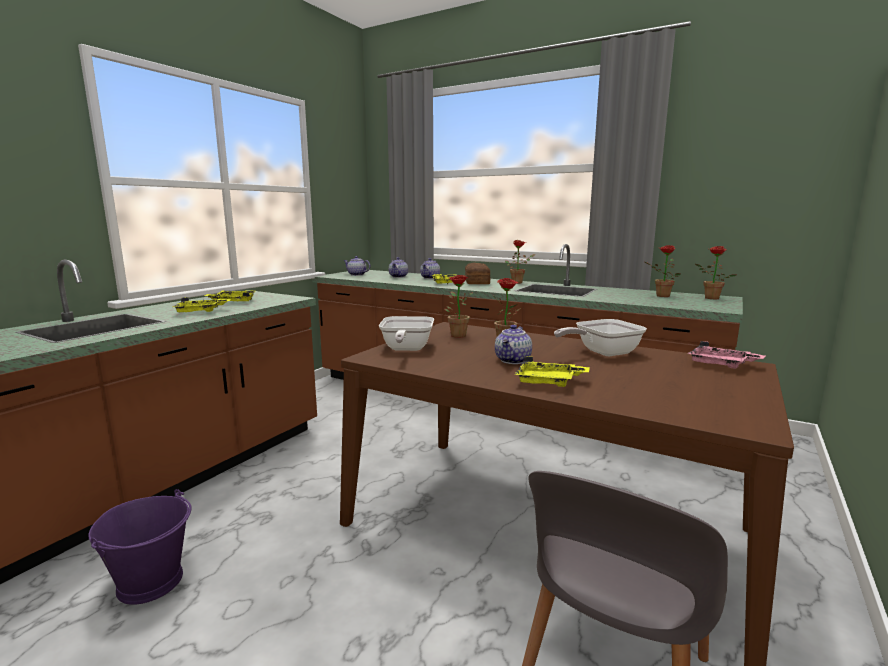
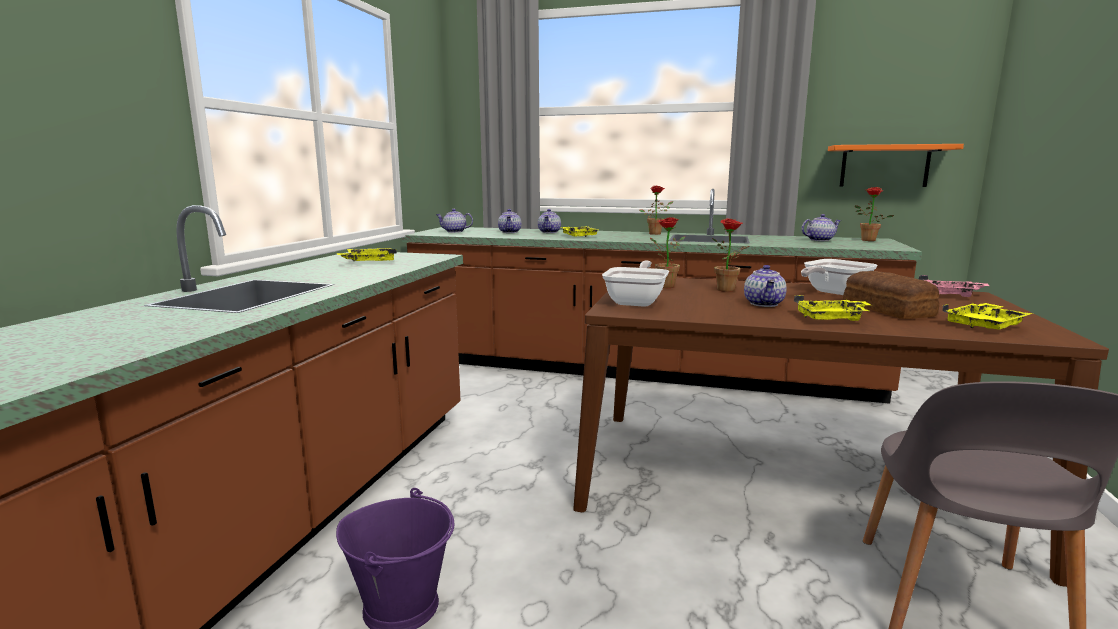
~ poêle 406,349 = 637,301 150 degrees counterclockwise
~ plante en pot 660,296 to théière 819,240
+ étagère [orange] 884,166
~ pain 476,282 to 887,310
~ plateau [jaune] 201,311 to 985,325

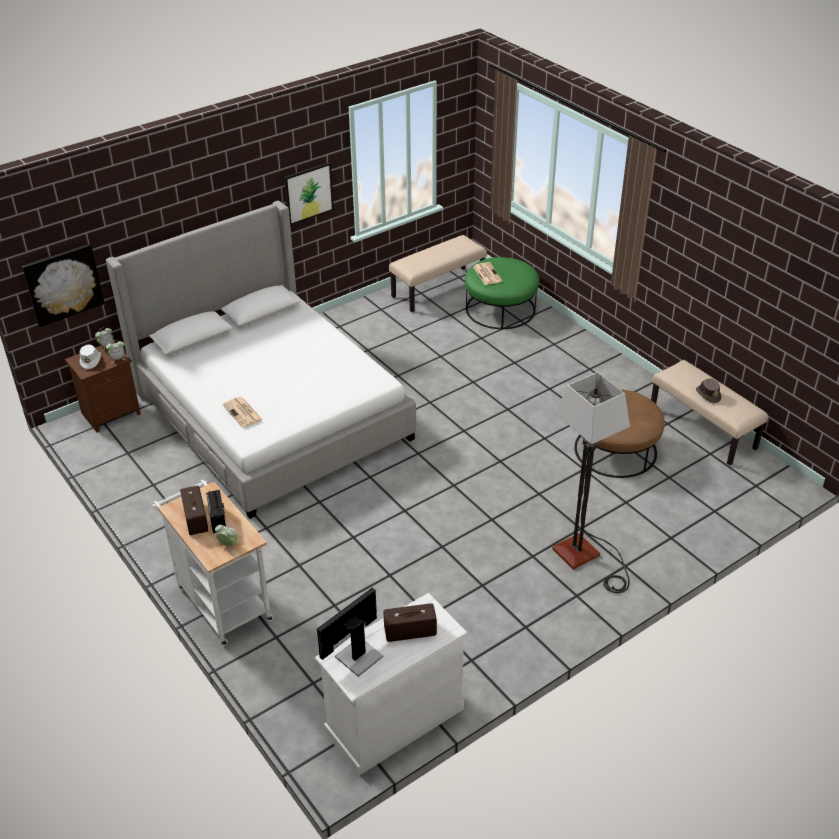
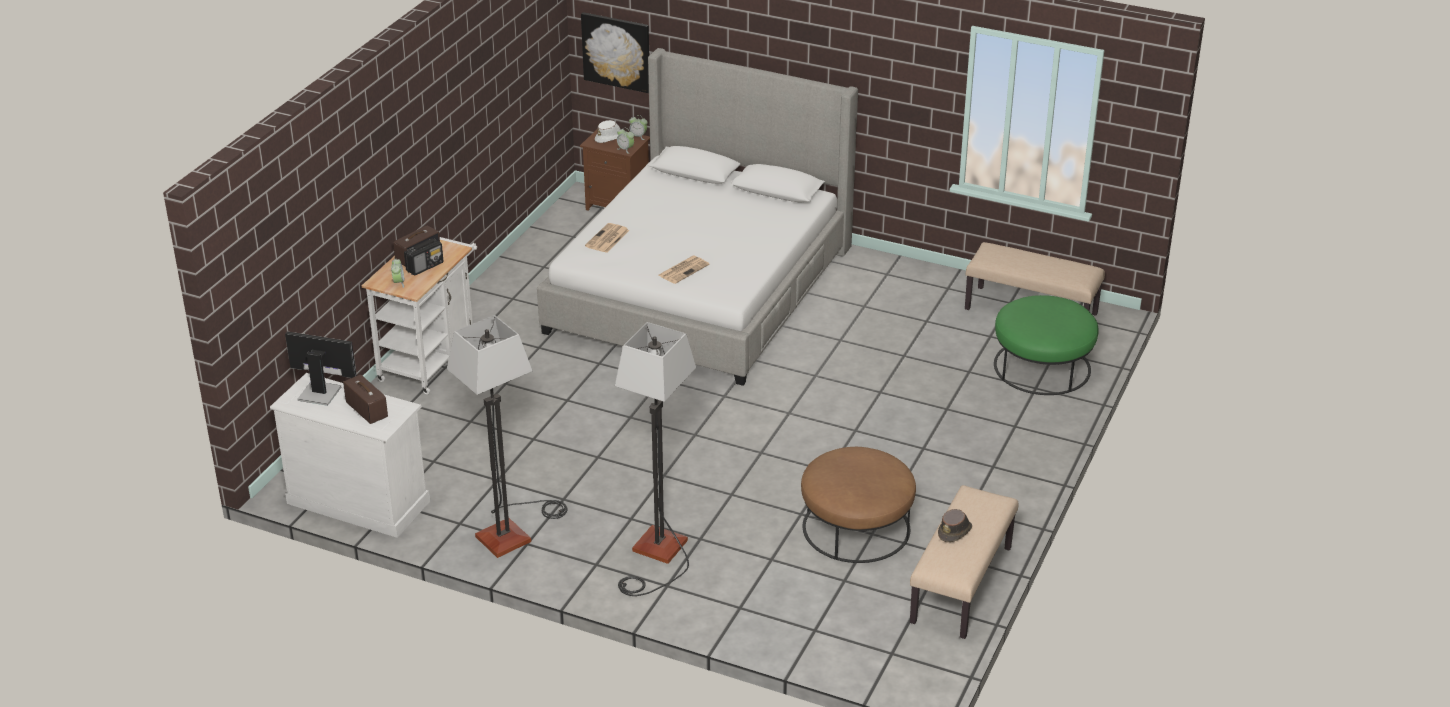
+ lampadaire 513,531
~ journal 487,274 to 683,270
- tableau 308,193

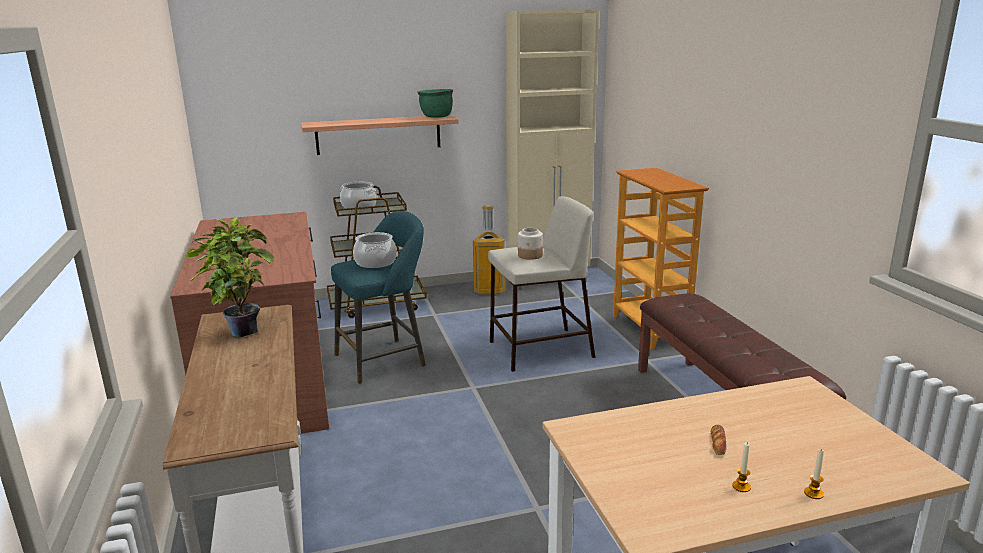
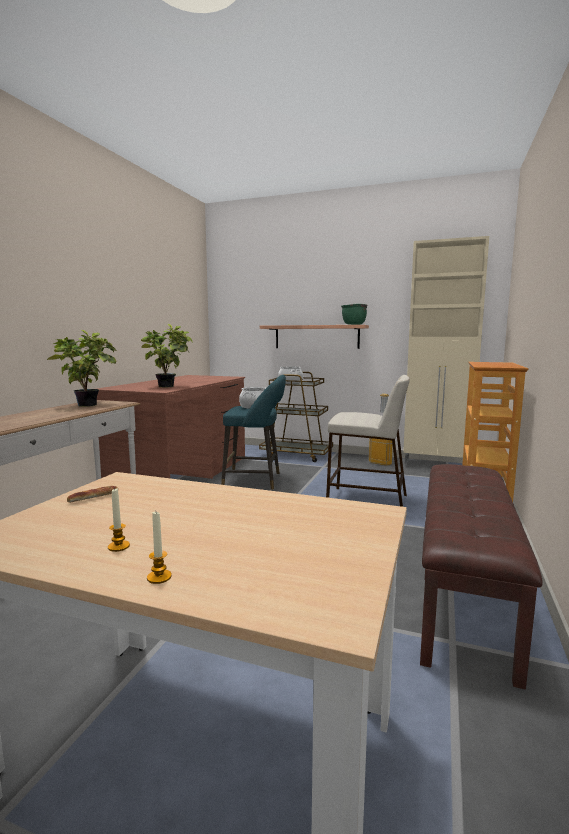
~ pain 718,443 to 93,498
+ plante en pot 169,387
- bocal 530,255

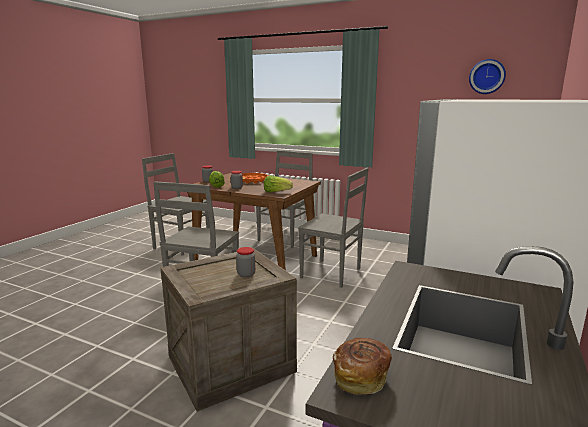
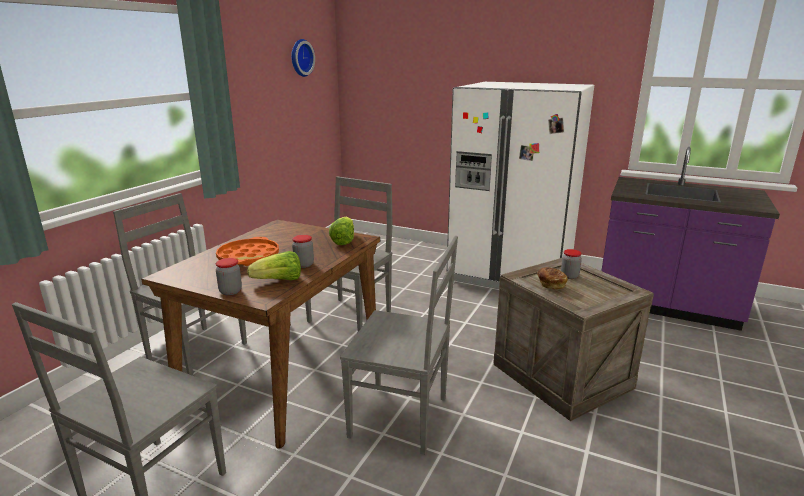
~ pain 361,377 to 550,284

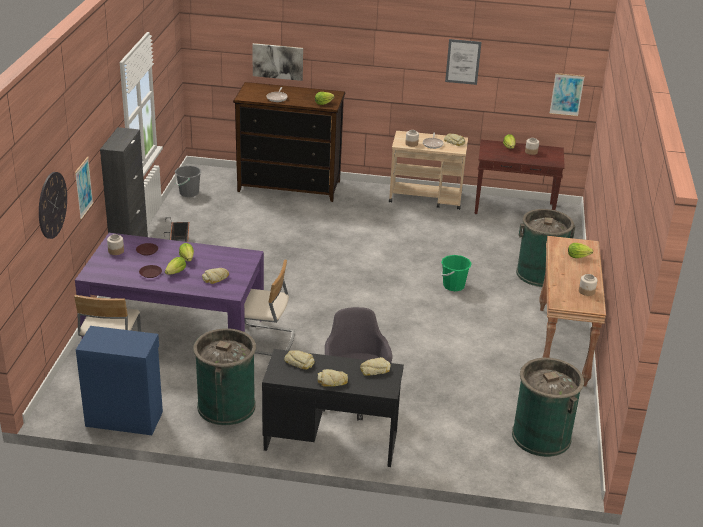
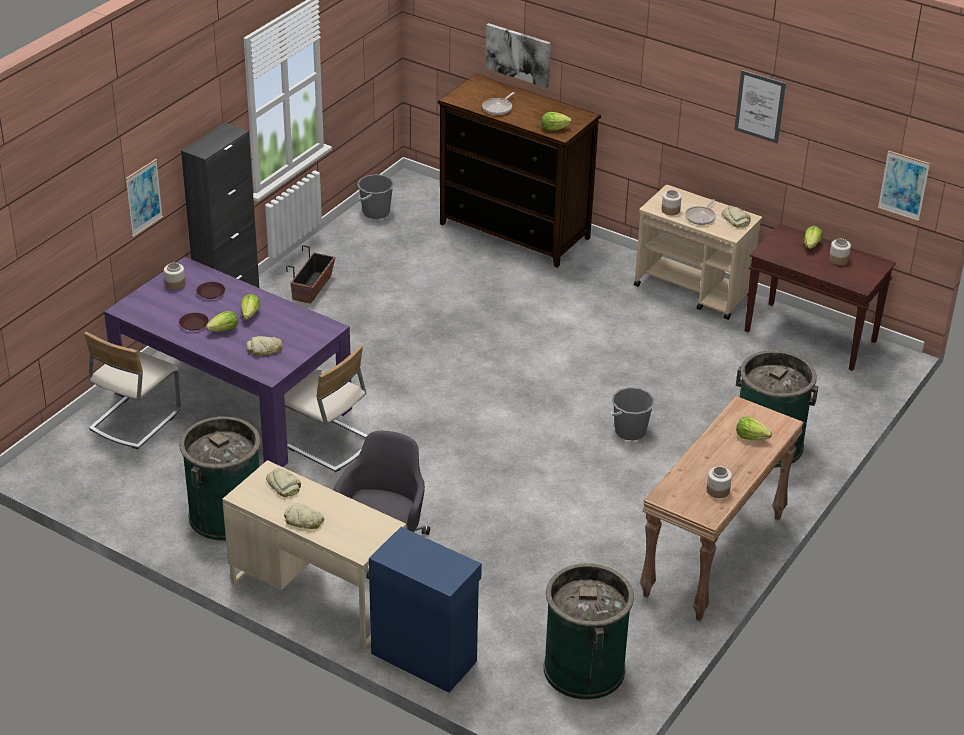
~ bureau [noir] 330,440 to bureau [beige] 317,594
~ meuble de rangement [bleu] 124,418 to 424,656
~ seau [vert] 453,286 to seau [gris] 630,431
- horloge murale 52,205
- pain 374,369

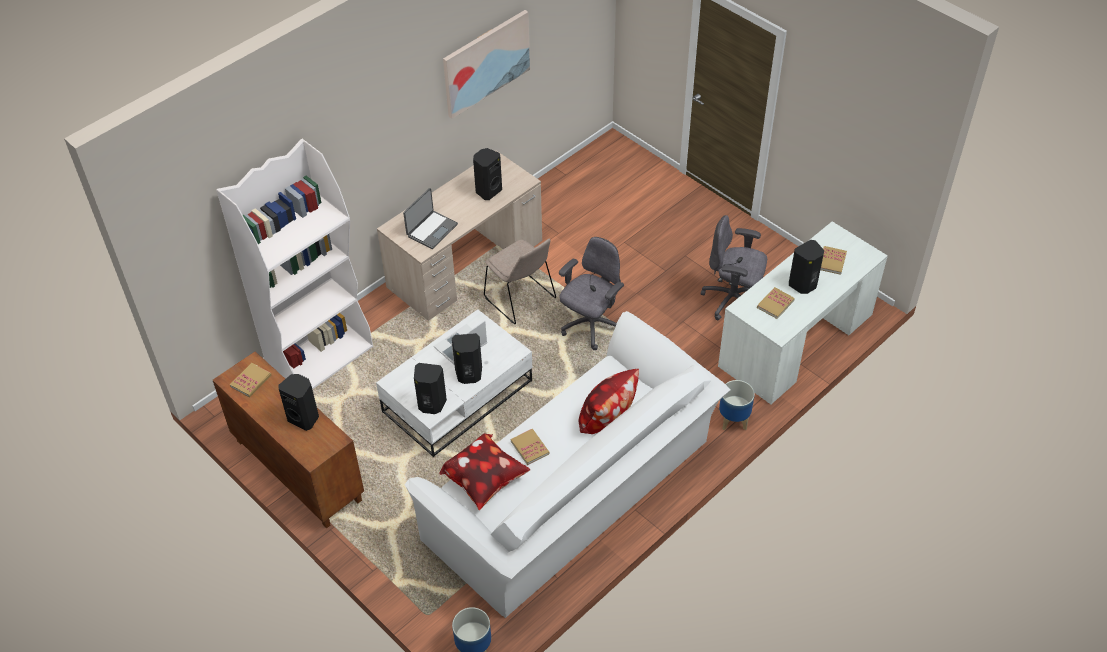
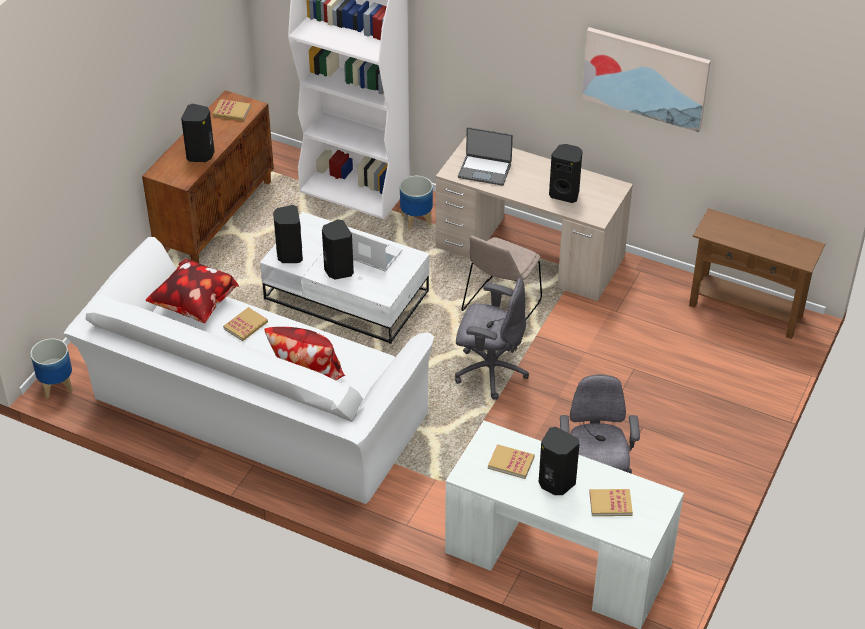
~ cache-pot 733,421 to 416,221
+ table console [marron] 745,310

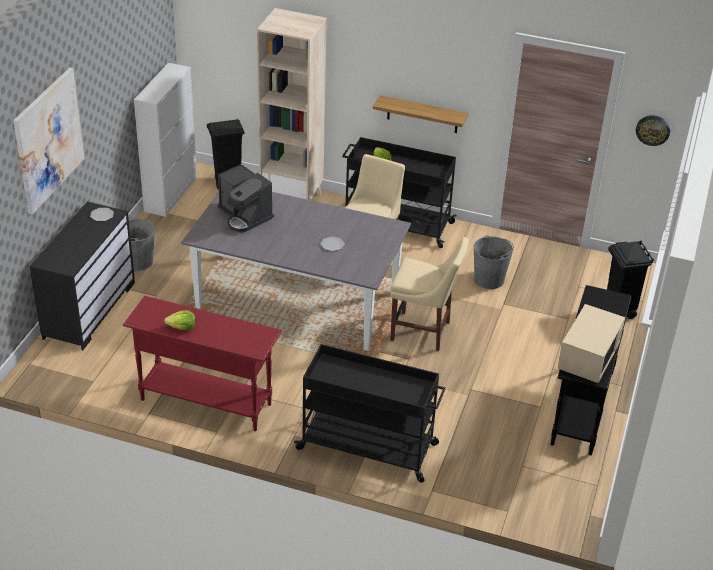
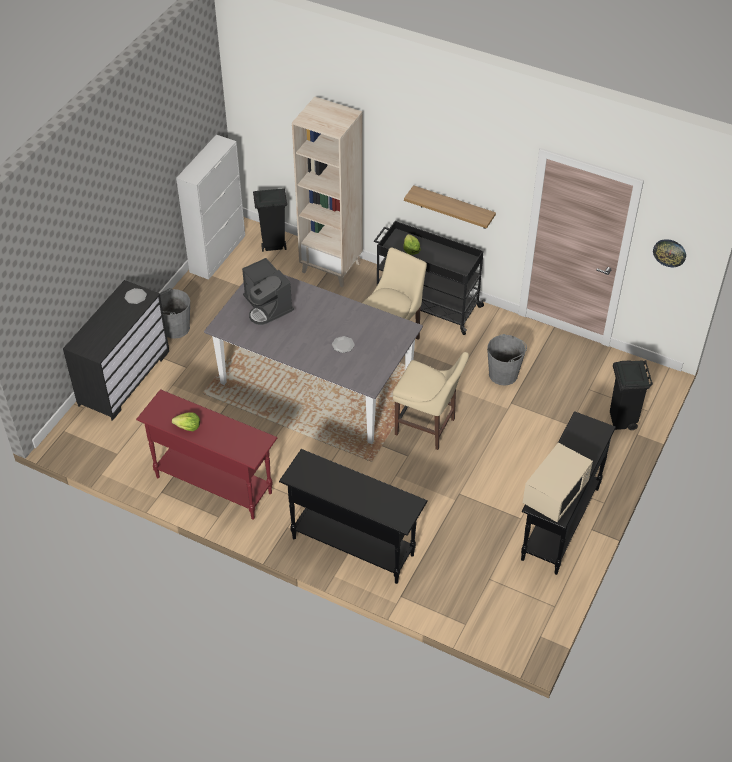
~ chariot [noir] 369,447 to table console [noir] 352,546
- tableau 48,140

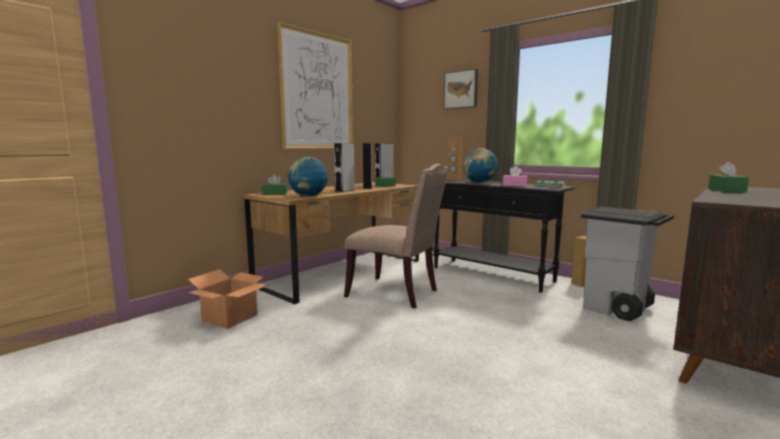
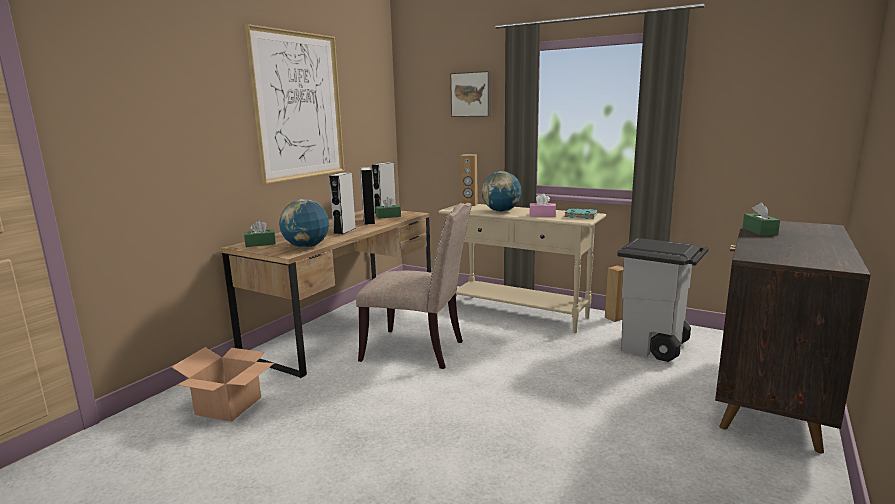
~ table console [noir] 492,275 to table console [beige] 519,314

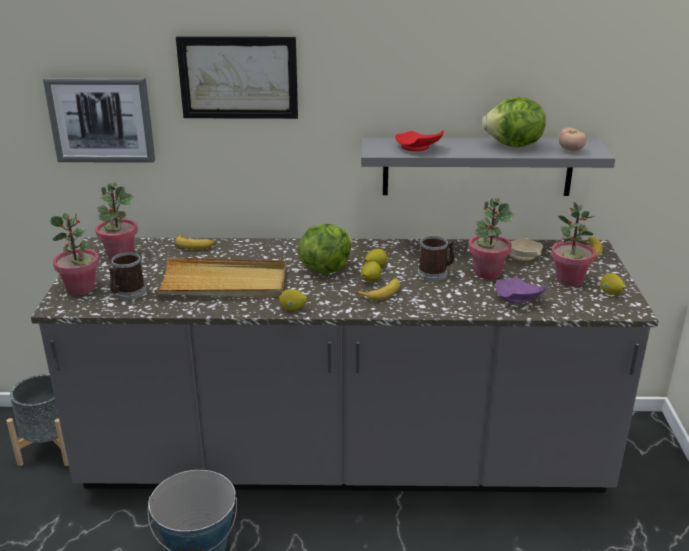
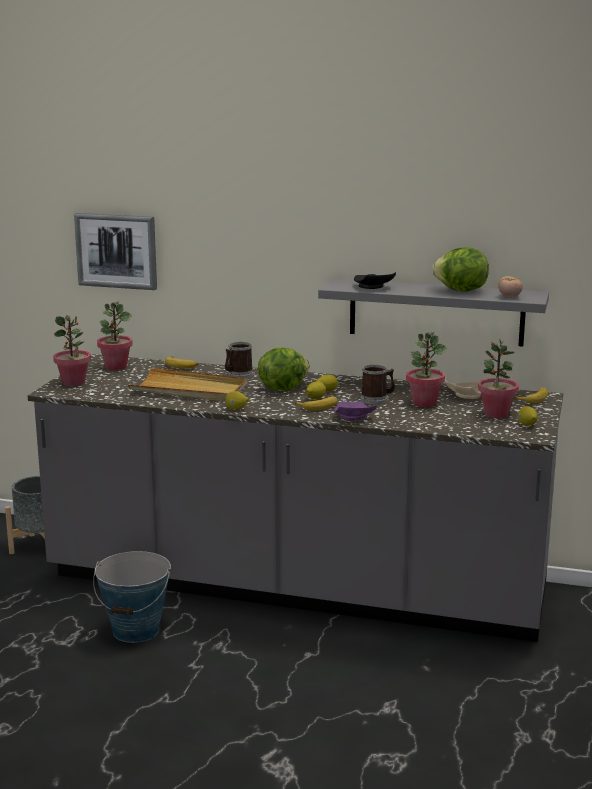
~ mug 127,293 to 238,375
~ assiette [violet] 517,299 to 353,417
~ assiette [rouge] 417,148 to assiette [noir] 372,287
- tableau 238,77

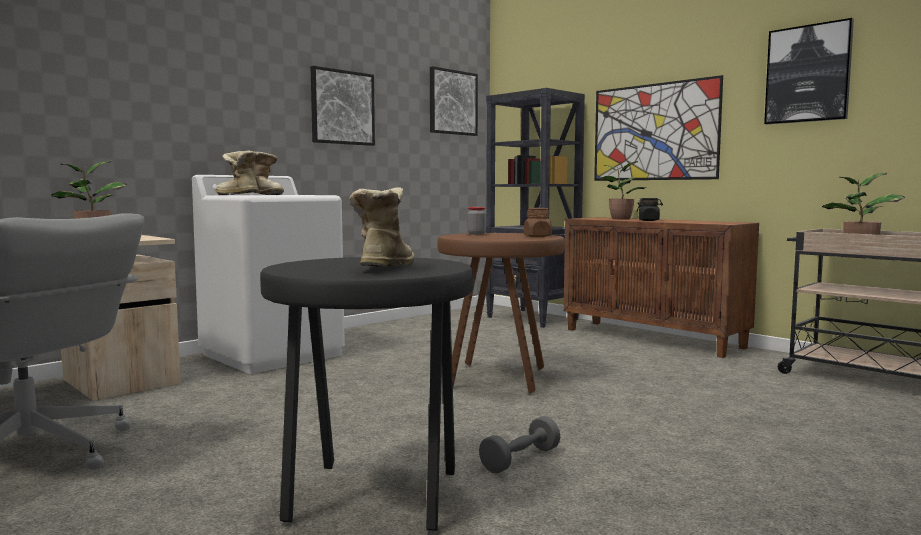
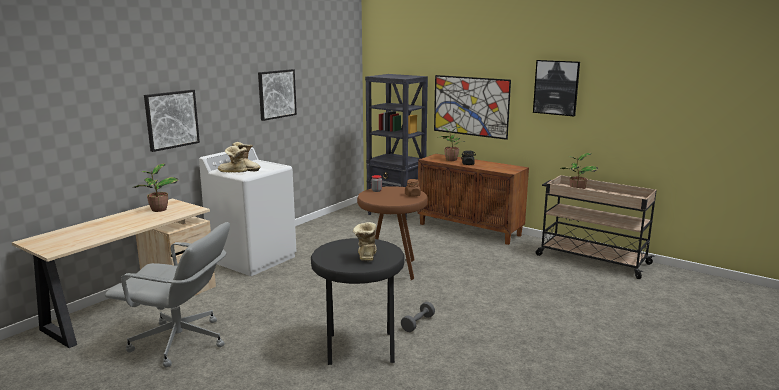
~ tableau 452,102 to 171,119

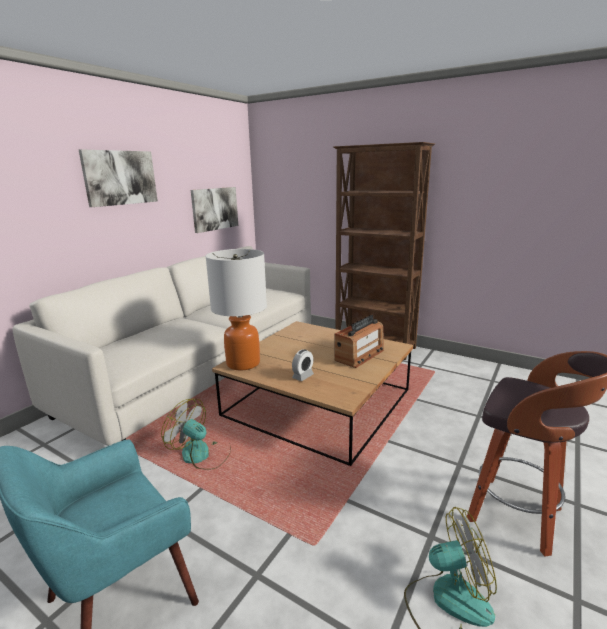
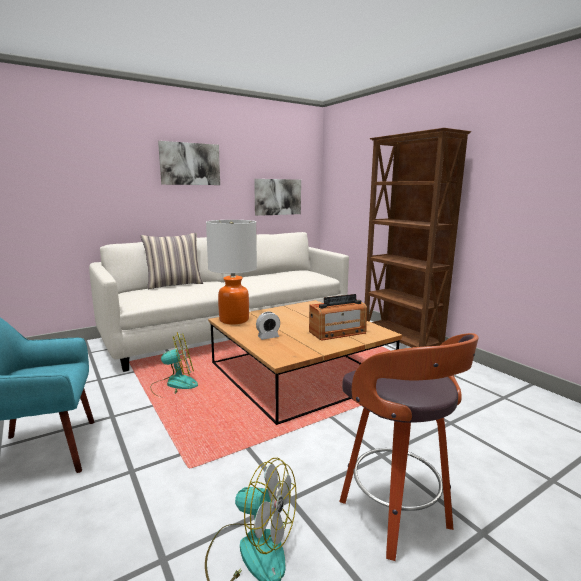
+ coussin 174,284
~ ventilateur 202,455 = 174,385 105 degrees clockwise

